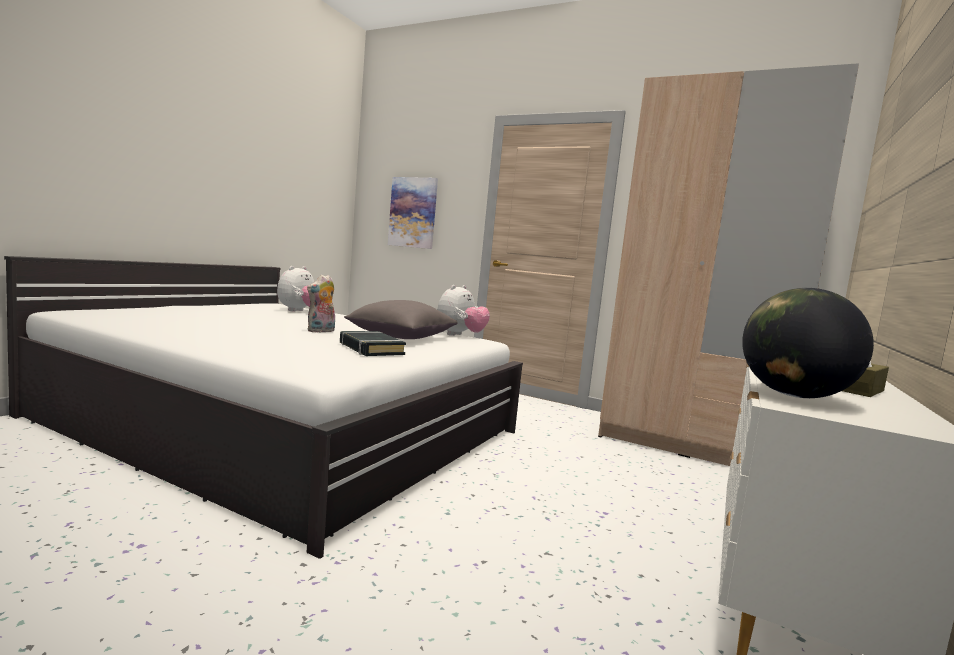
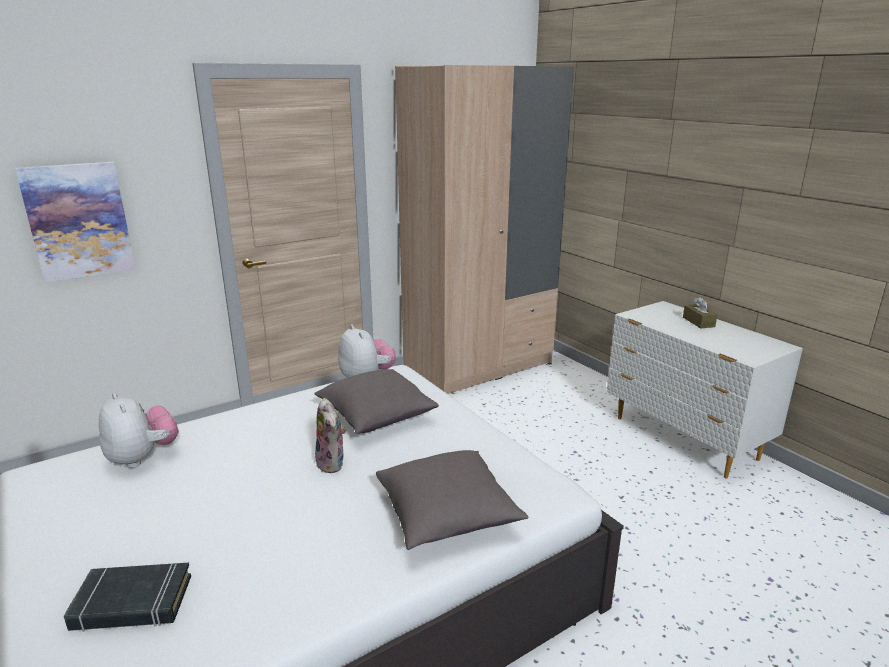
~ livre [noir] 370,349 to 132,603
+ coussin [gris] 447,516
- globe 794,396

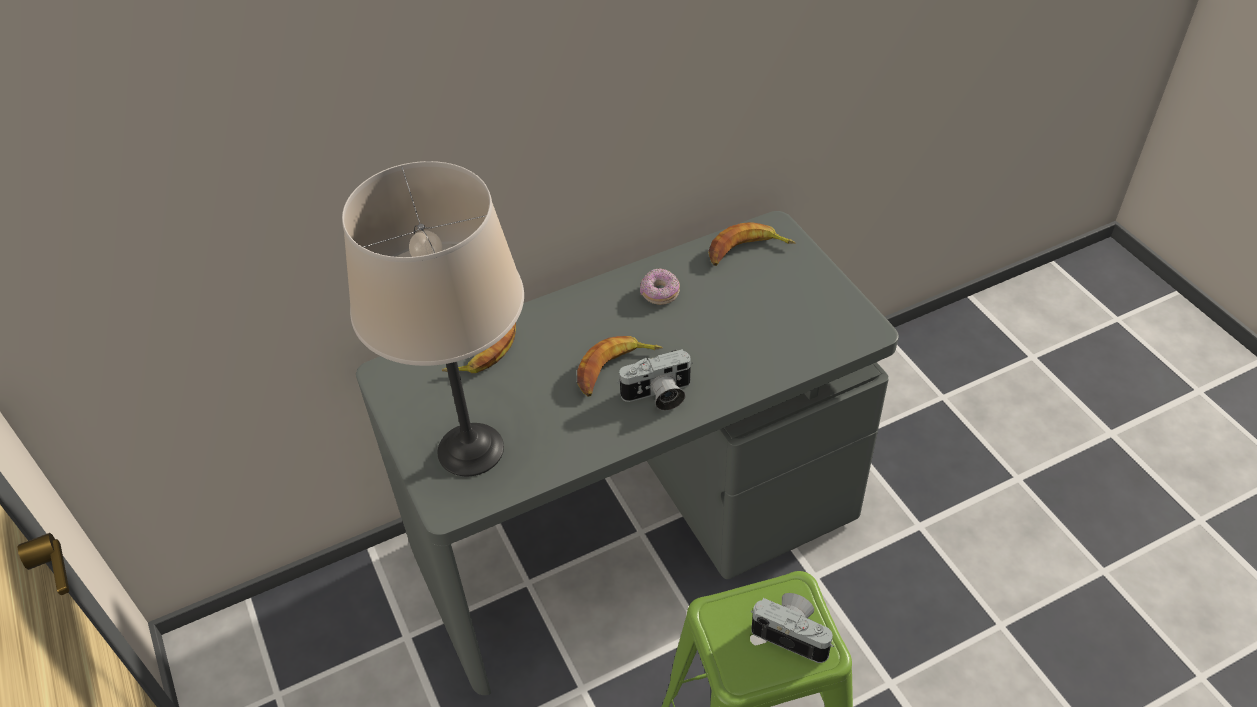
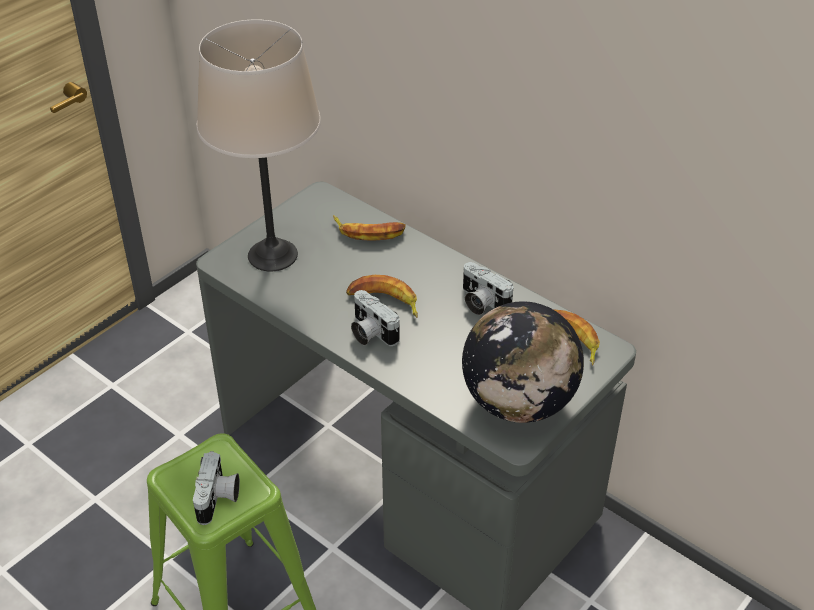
+ globe 518,403
~ beignet 659,293 to appareil photo 481,303

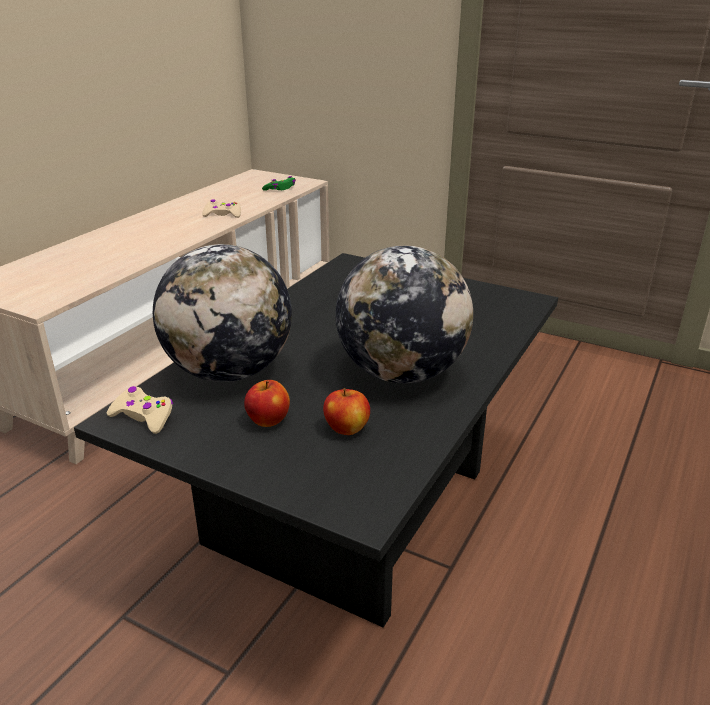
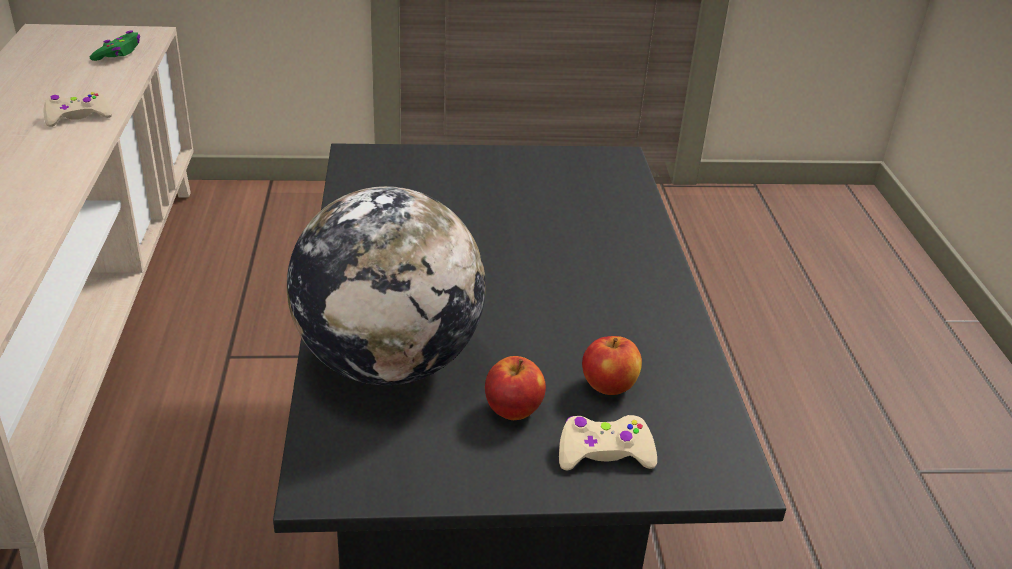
~ manette [beige] 143,417 to 604,453
- globe 401,373

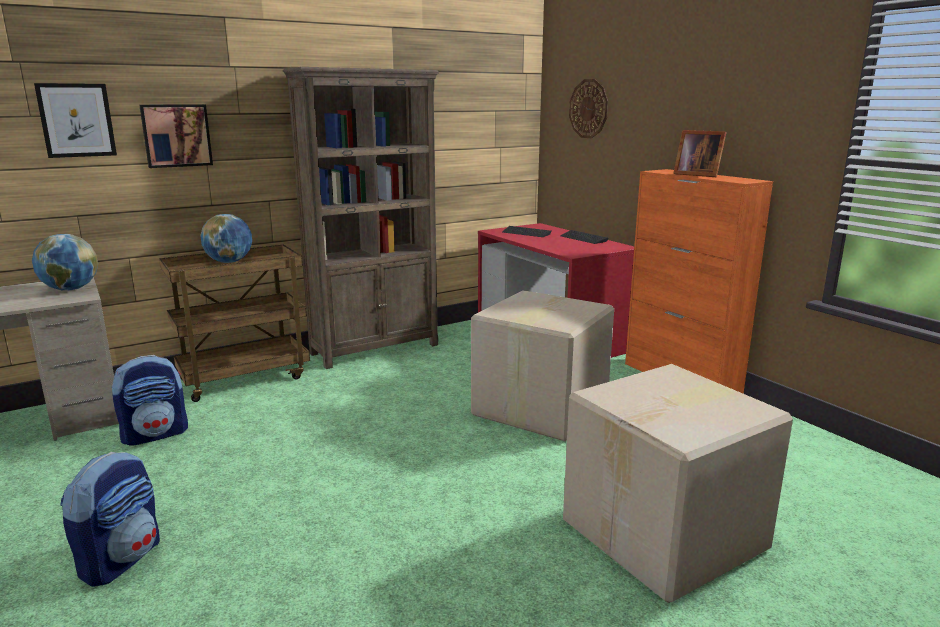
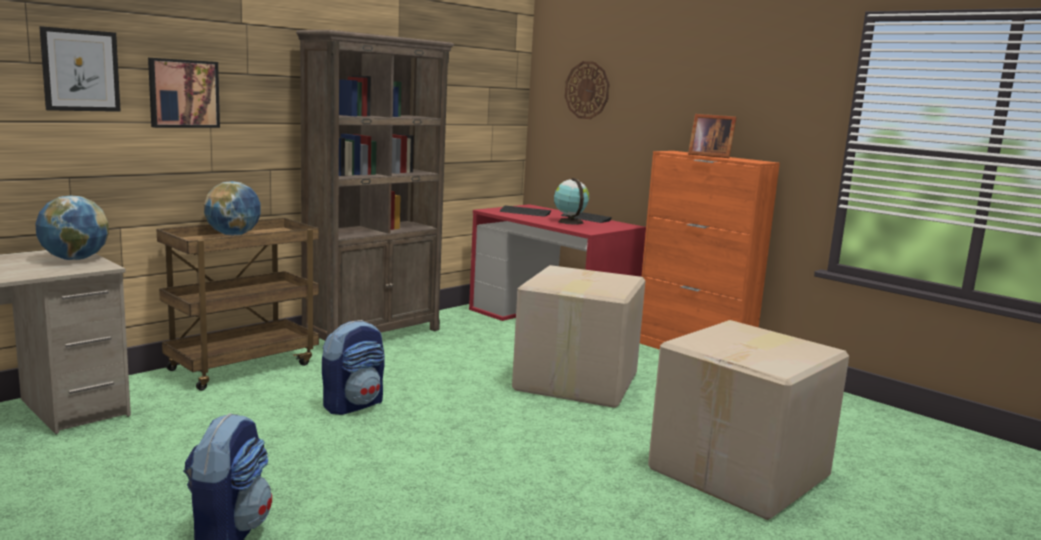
~ sac à dos 156,434 to 353,405
+ globe 569,222

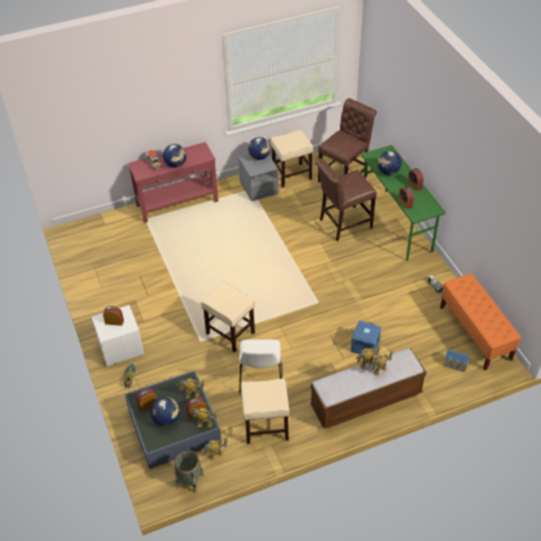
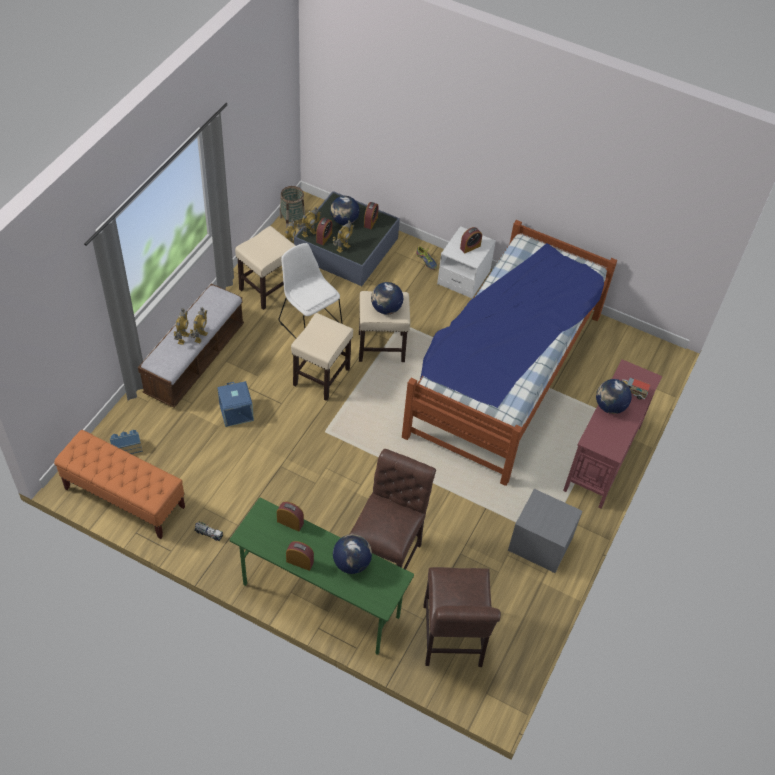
~ tabouret [beige] 291,175 to 322,376
~ globe 259,157 to 386,309
+ lit 503,374

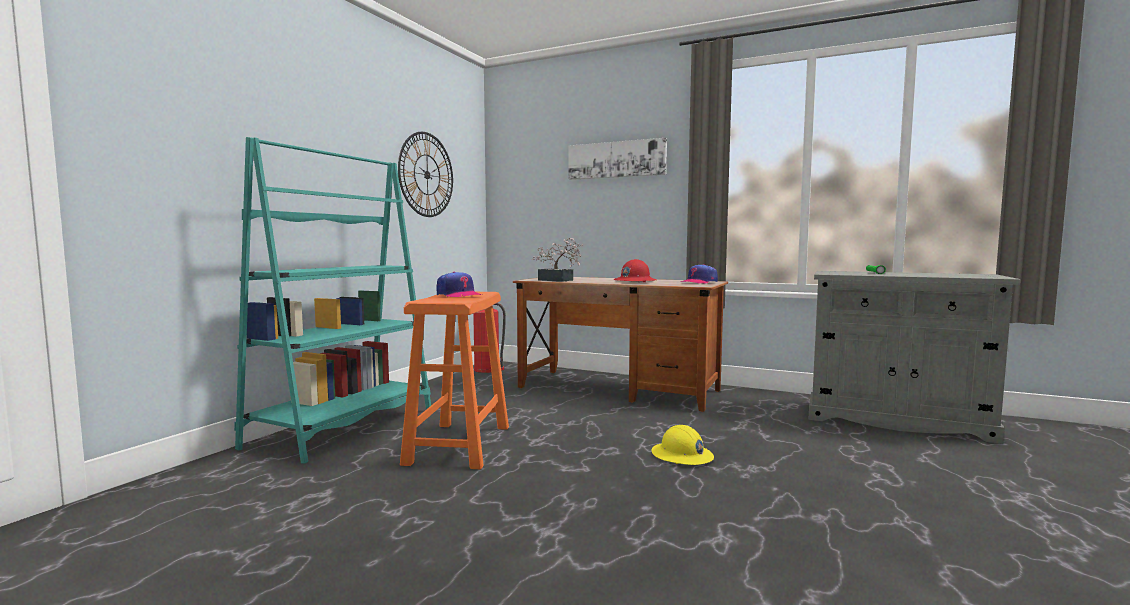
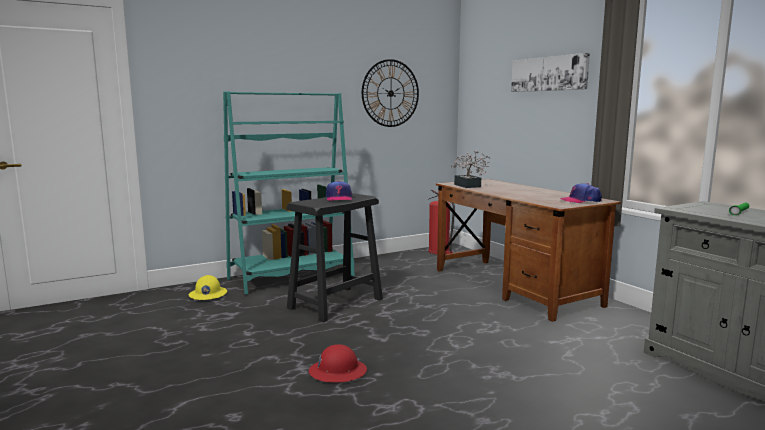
~ casque de chantier [jaune] 682,456 to 207,294
~ tabouret [orange] 459,444 to tabouret [noir] 336,303
~ casque de chantier [rouge] 635,281 to 337,371

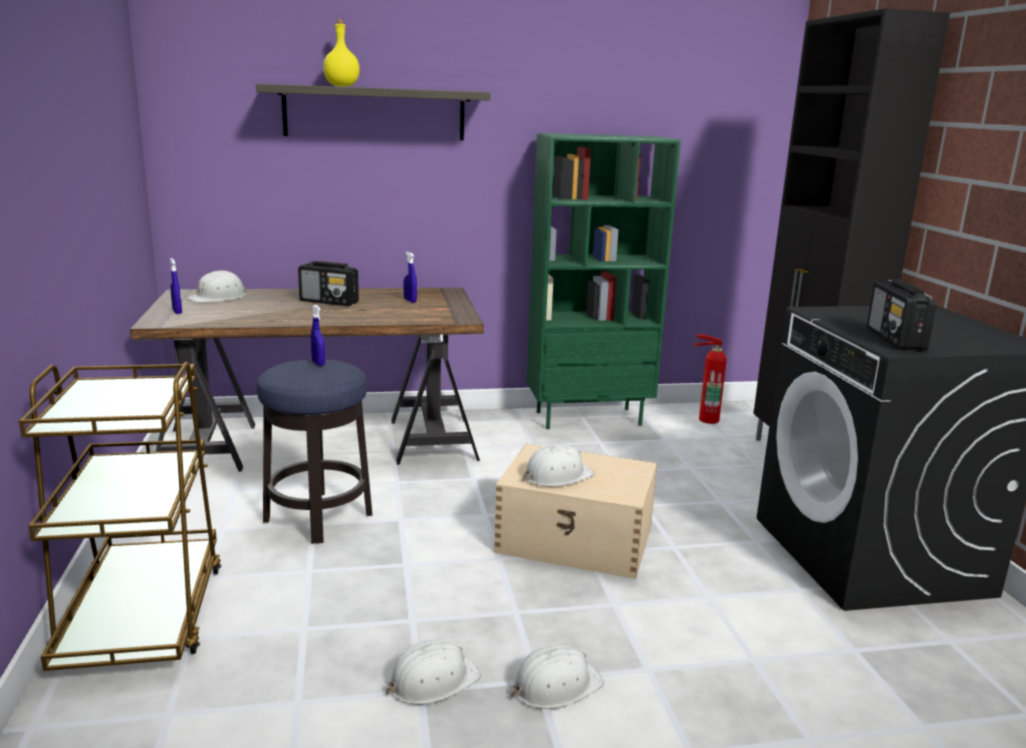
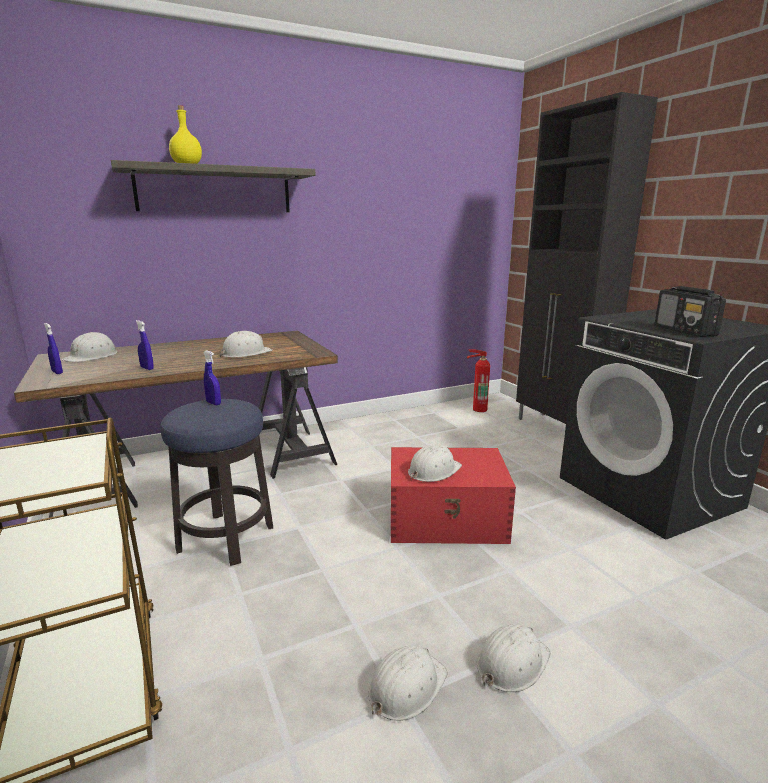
~ vaporisateur [bleu] 410,301 to 147,368
+ casque de chantier [blanc] 246,353
~ boîte de rangement [beige] 576,540 to boîte de rangement [rouge] 447,519
- radio 329,302
- bibliothèque [vert] 589,418

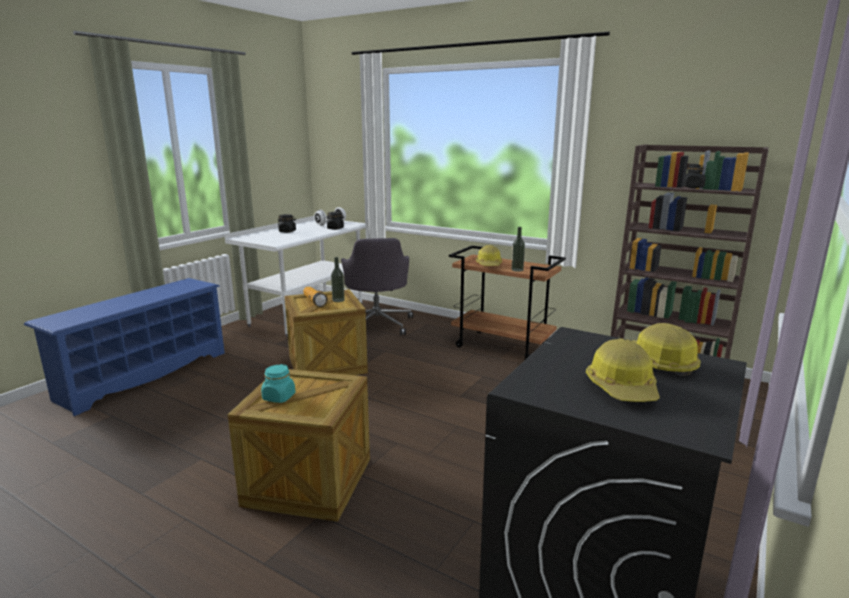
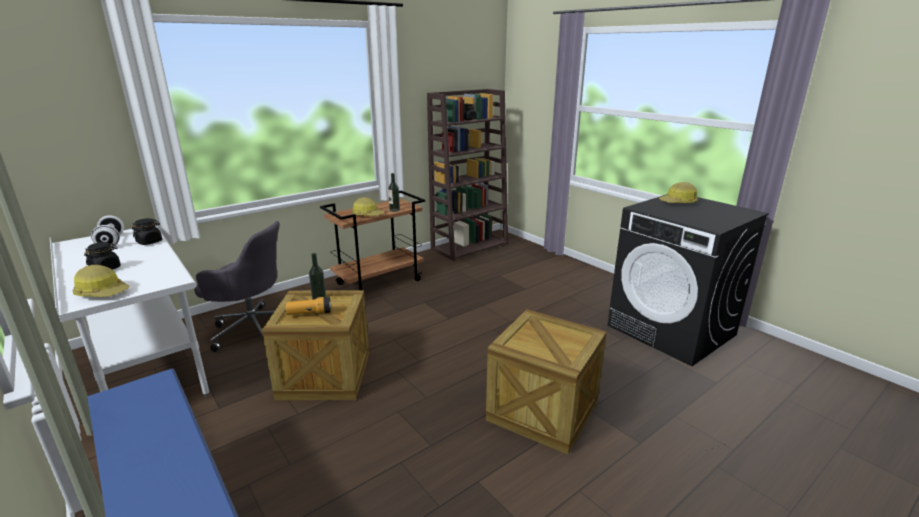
~ casque de chantier 623,388 to 103,292
- bocal [turquoise] 279,397

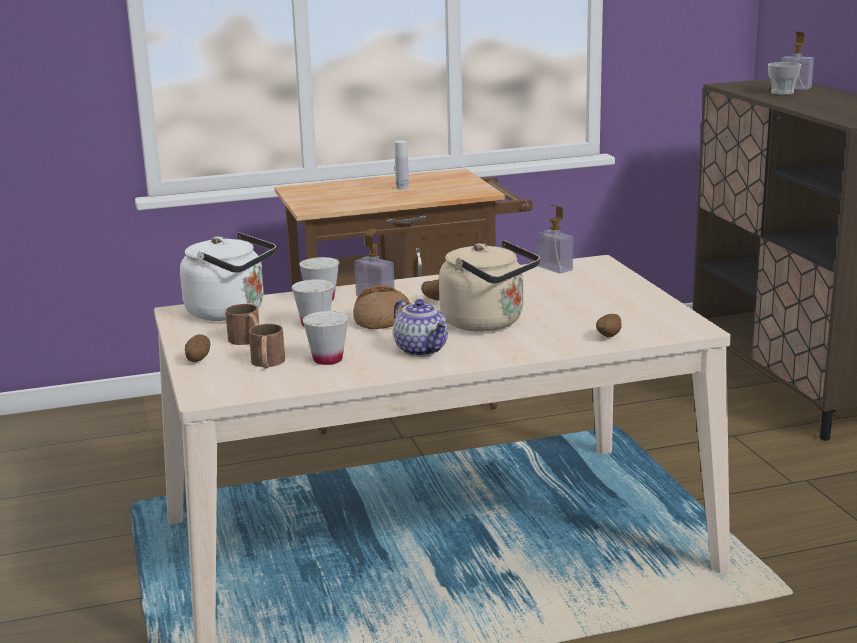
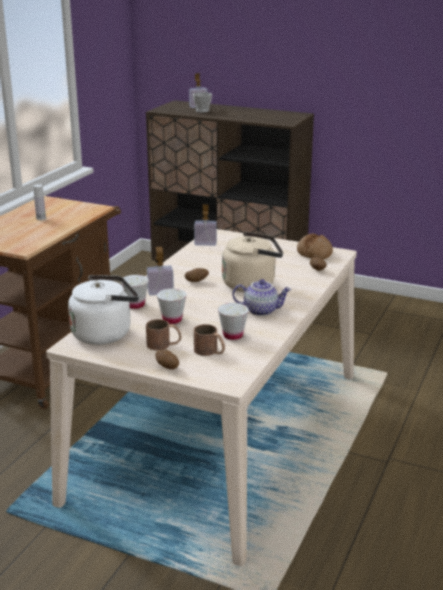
~ pain 382,319 to 314,253

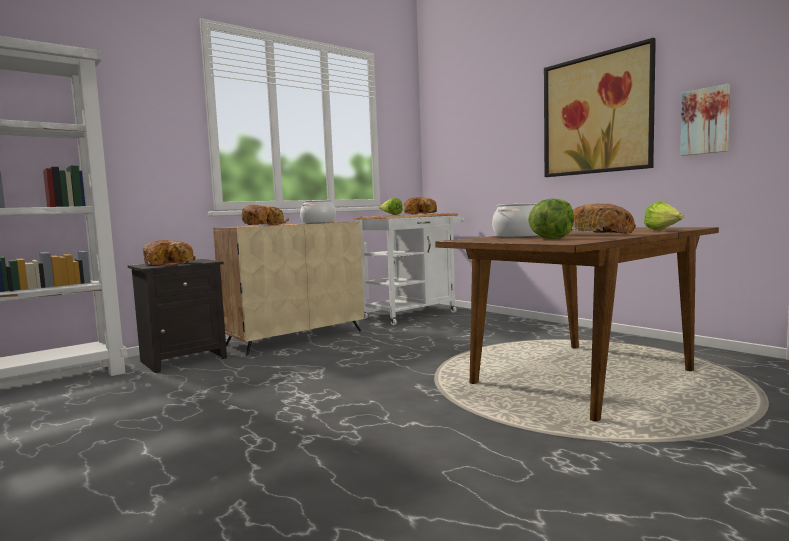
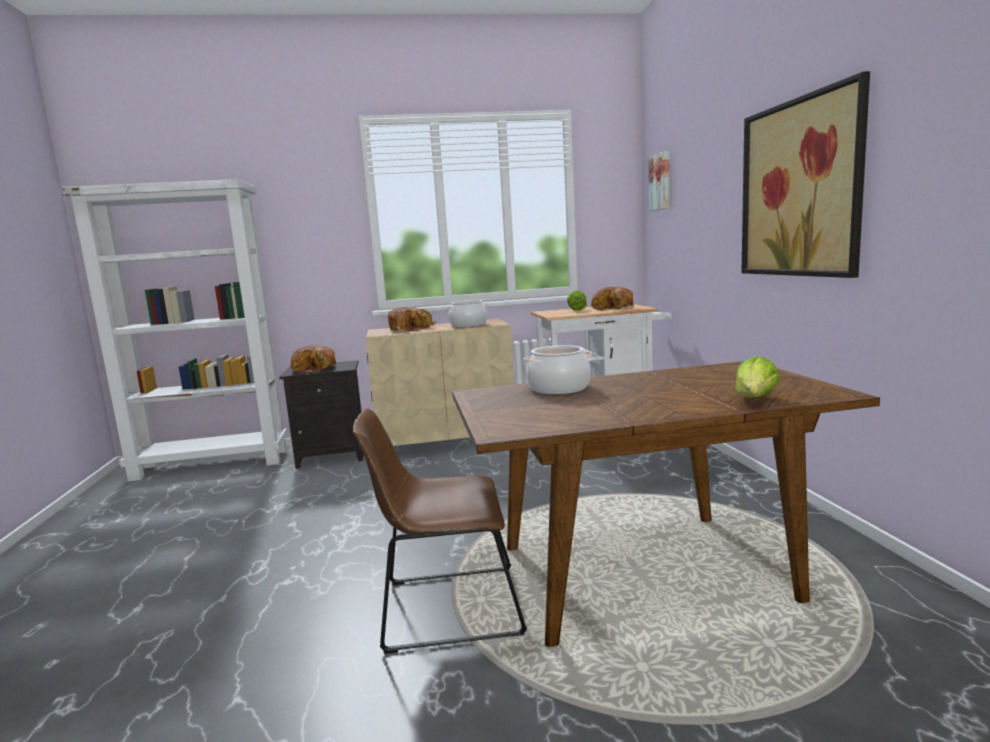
+ chaise [marron] 444,608
~ tableau 705,121 to 661,182
- laitue 551,238
- pain 598,234

